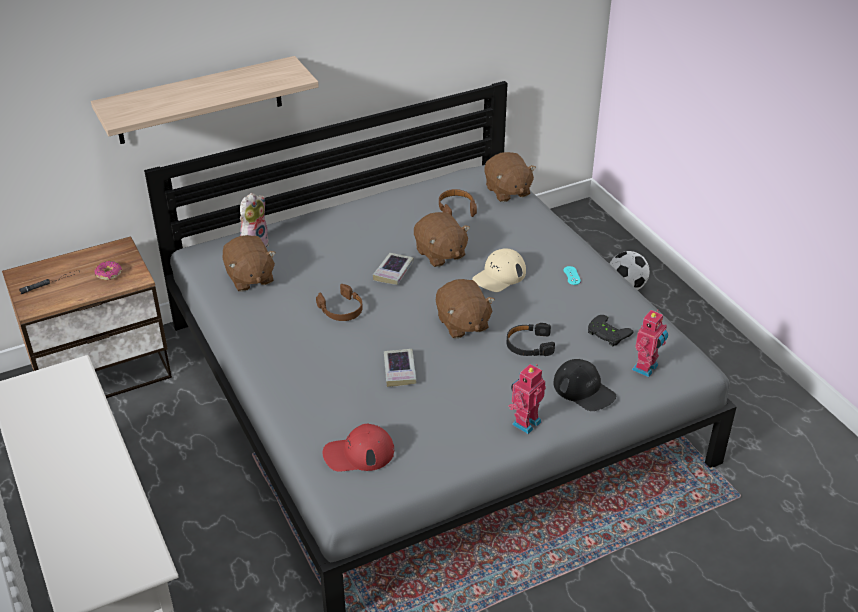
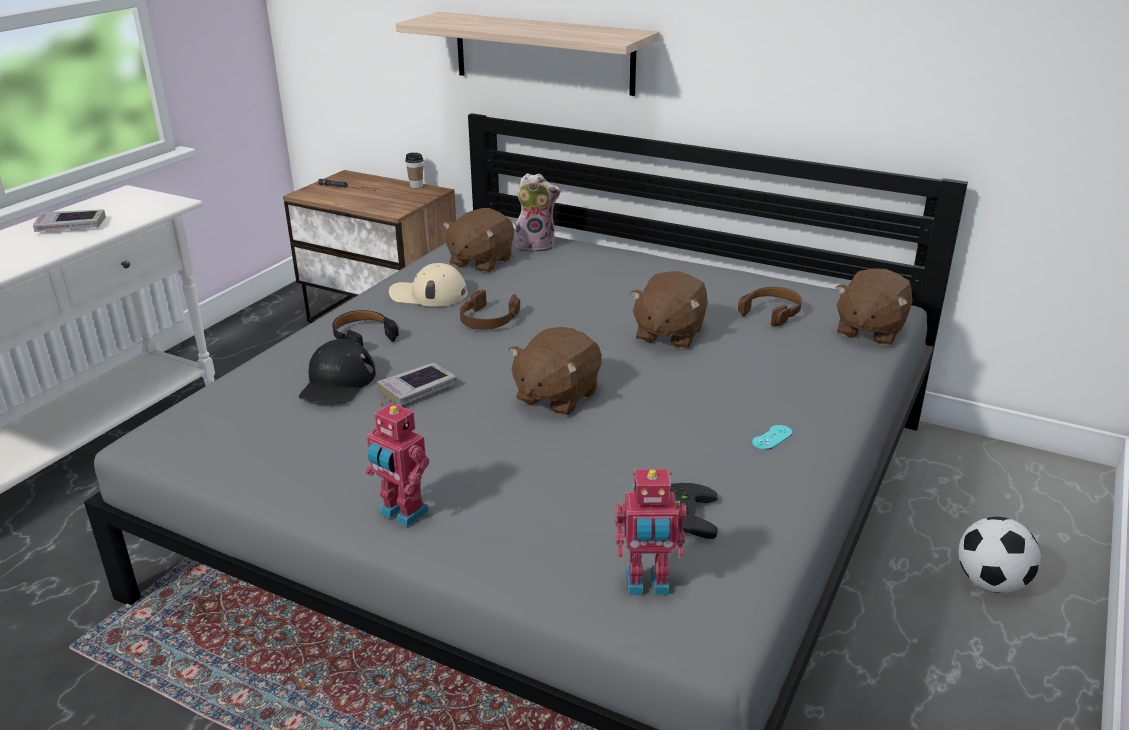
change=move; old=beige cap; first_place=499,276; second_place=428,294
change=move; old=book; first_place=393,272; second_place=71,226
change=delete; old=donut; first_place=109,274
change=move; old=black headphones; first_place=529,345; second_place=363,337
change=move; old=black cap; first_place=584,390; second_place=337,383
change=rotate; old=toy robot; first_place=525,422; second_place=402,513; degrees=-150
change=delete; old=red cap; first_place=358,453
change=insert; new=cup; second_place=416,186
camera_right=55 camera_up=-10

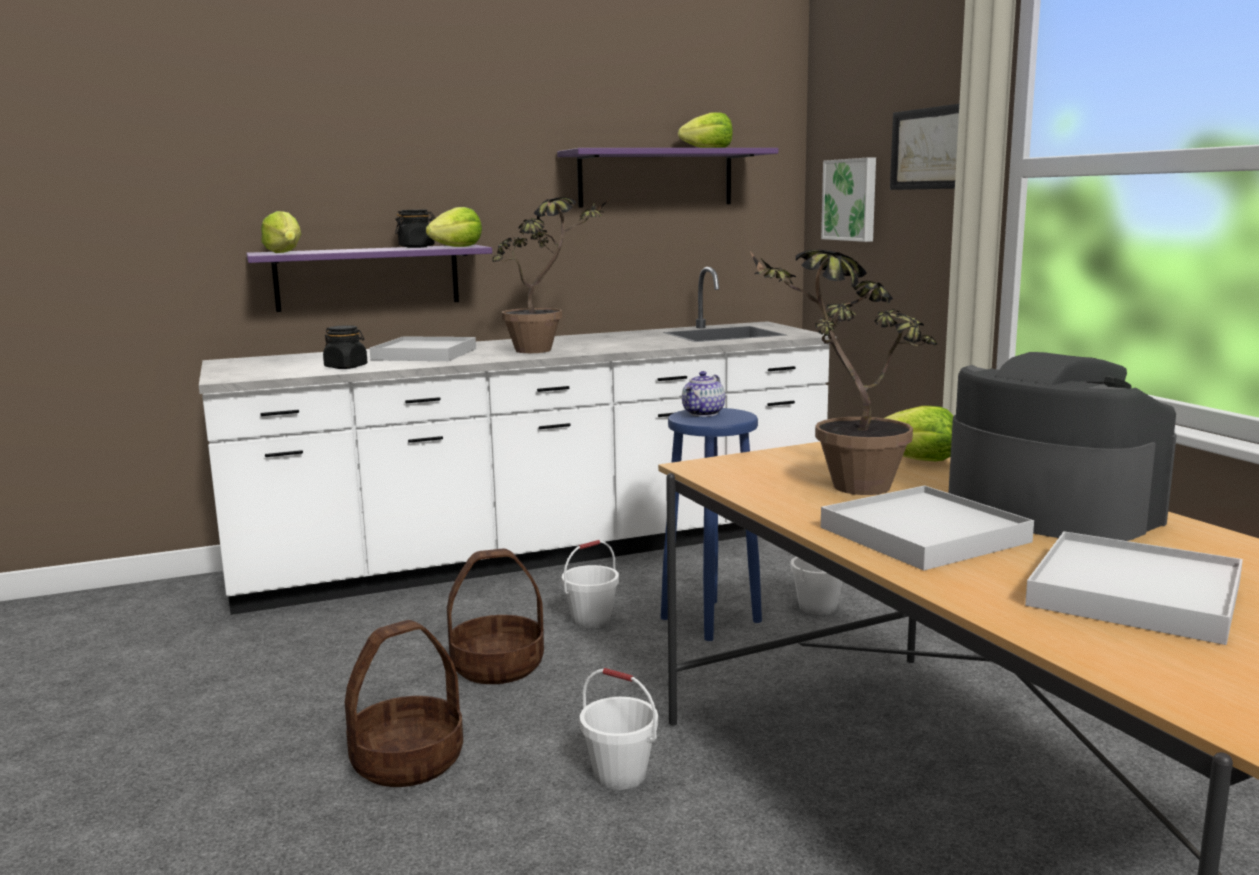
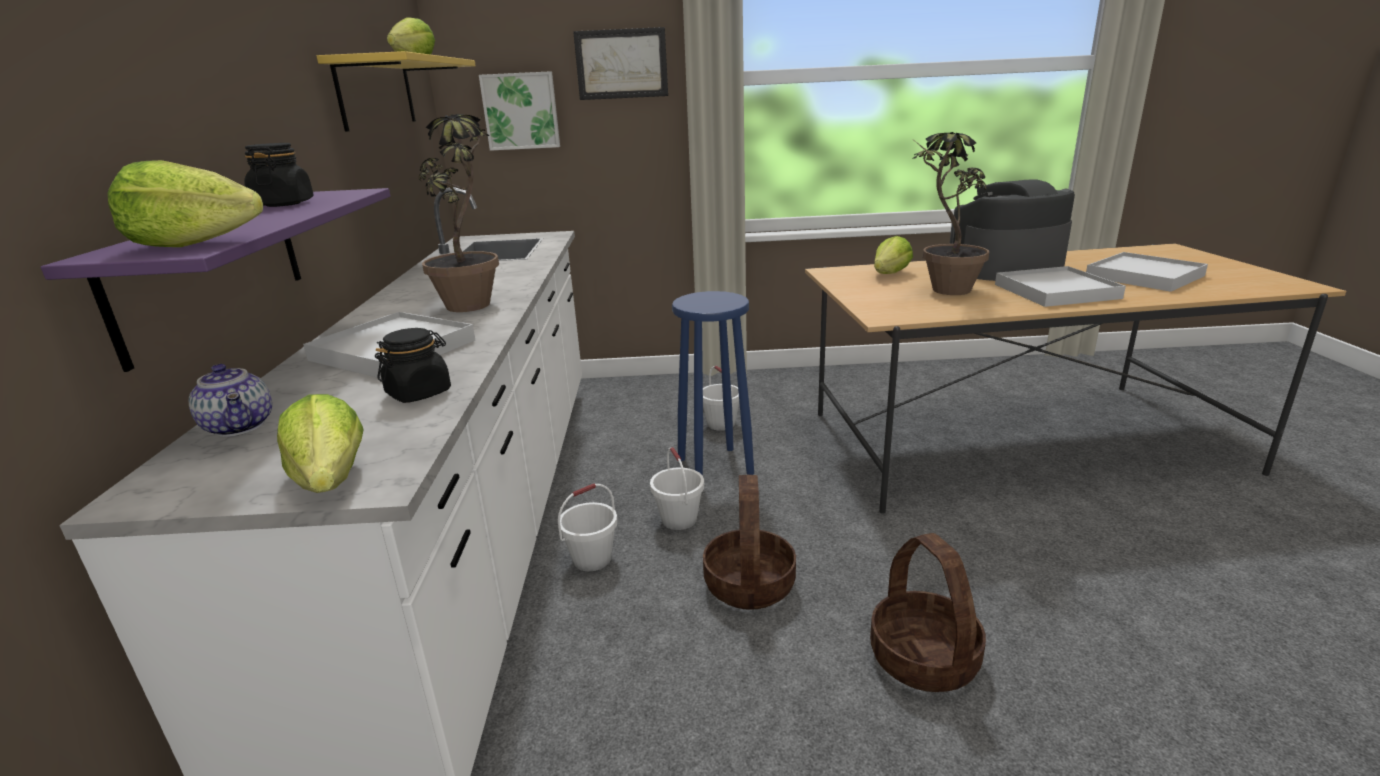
change=recolor; old=purple shelf; new=yellow shelf; first_place=656,178; second_place=377,93
change=move; old=lettuce; first_place=457,247; second_place=331,480
change=move; old=teapot; first_place=704,413; second_place=241,426
change=move; old=white bucket; first_place=620,775; second_place=592,559
camera_right=-70 camera_up=10

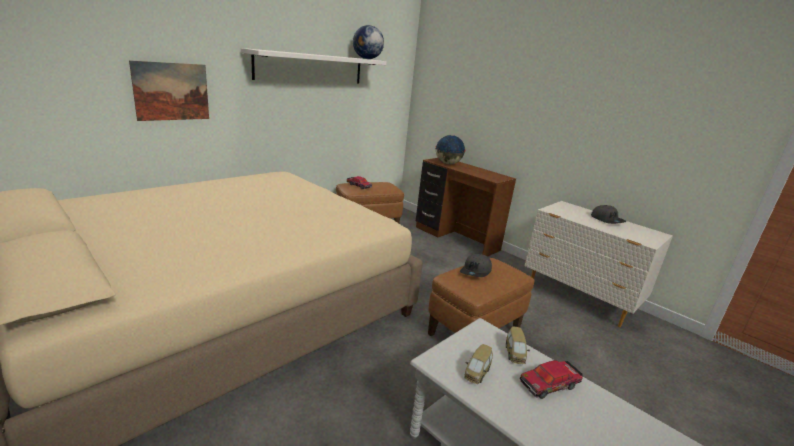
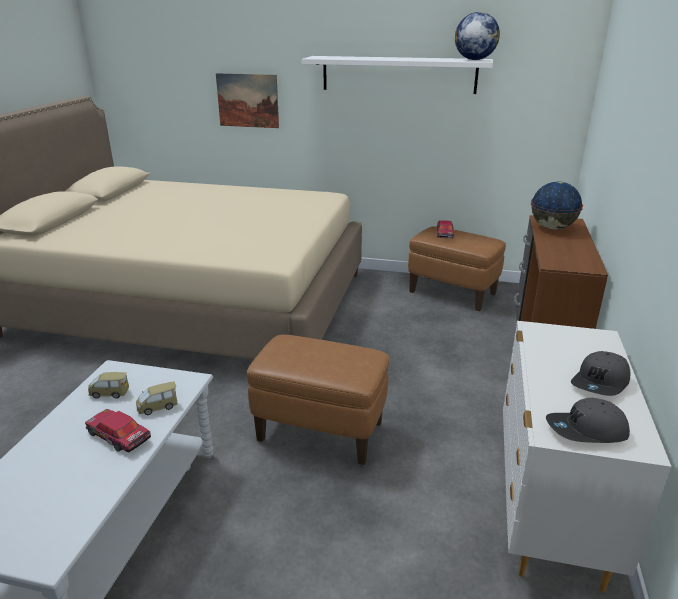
change=move; old=grey cap; first_place=476,272; second_place=586,431
camera_right=60 camera_up=5

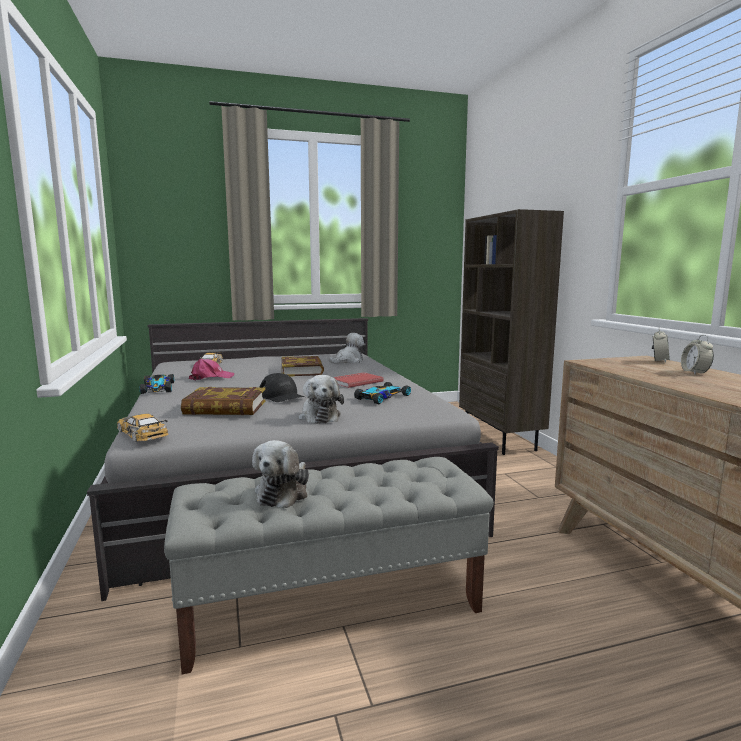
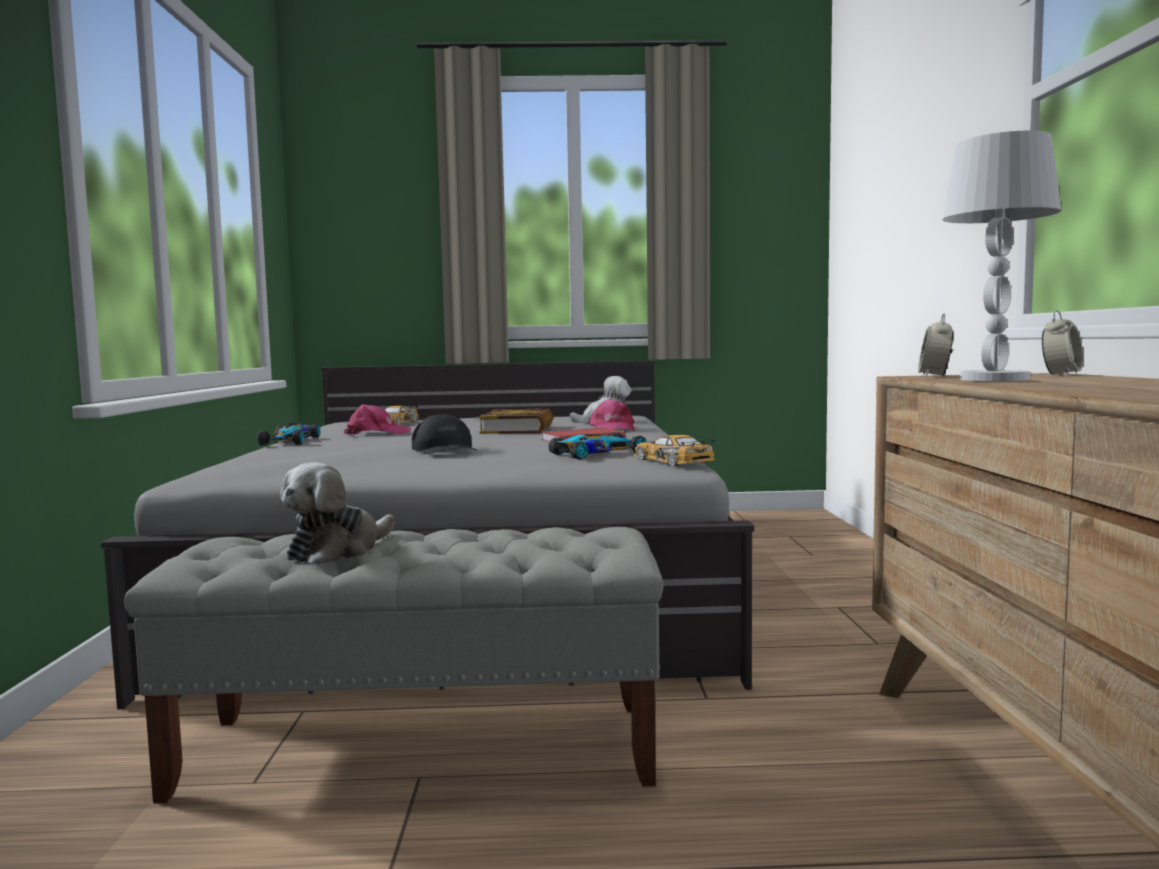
change=delete; old=brown bookcase; first_place=500,440
change=move; old=alarm clock; first_place=695,373; second_place=934,376
change=delete; old=plush toy; first_place=319,416
change=delete; old=book; first_place=225,408
change=move; old=toy car; first_place=141,433; second_place=672,461
change=insert; new=white table lamp; second_place=994,379
change=insert; new=pink cap; second_place=612,429
camera_right=15 camera_up=-5

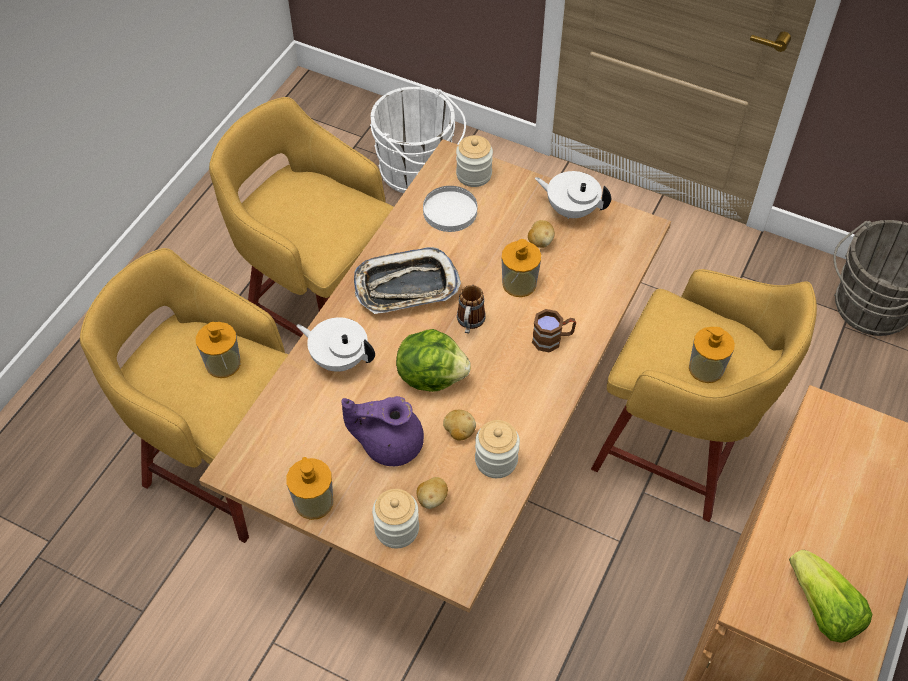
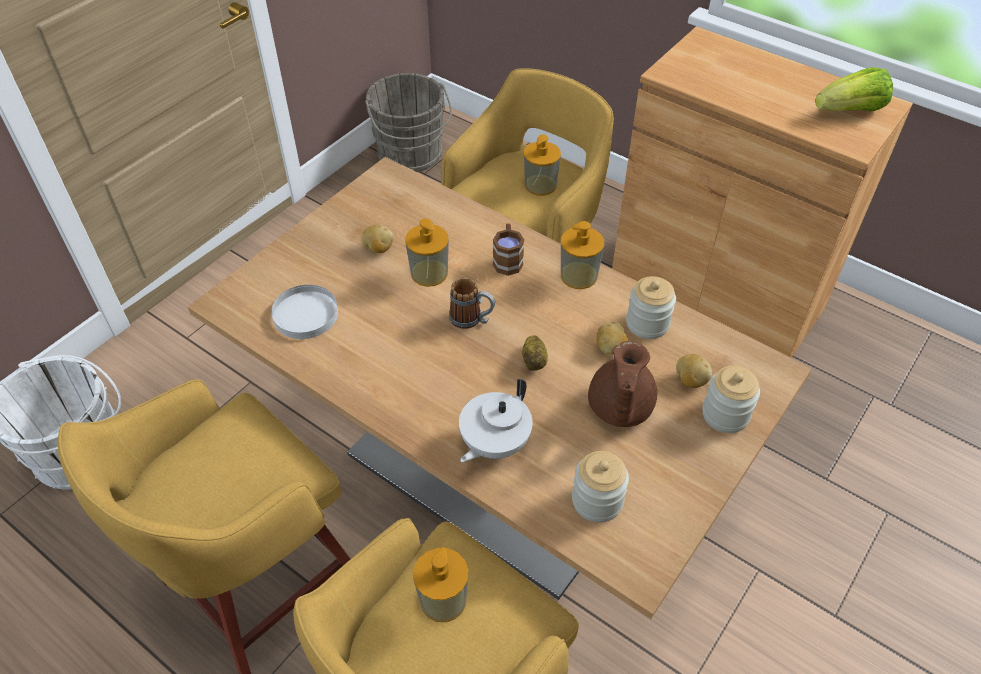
change=move; old=jar; first_place=474,174; second_place=597,500
change=delete; old=white teapot; first_place=571,209
change=delete; old=tray; first_place=406,287
change=replace; old=lettuce; new=potato; first_place=431,375; second_place=534,361
change=recolor; old=purple teapot; new=brown teapot; first_place=389,443; second_place=618,408
change=move; old=soap dispenser; first_place=314,502; second_place=578,275
camera_right=-80 camera_up=-5

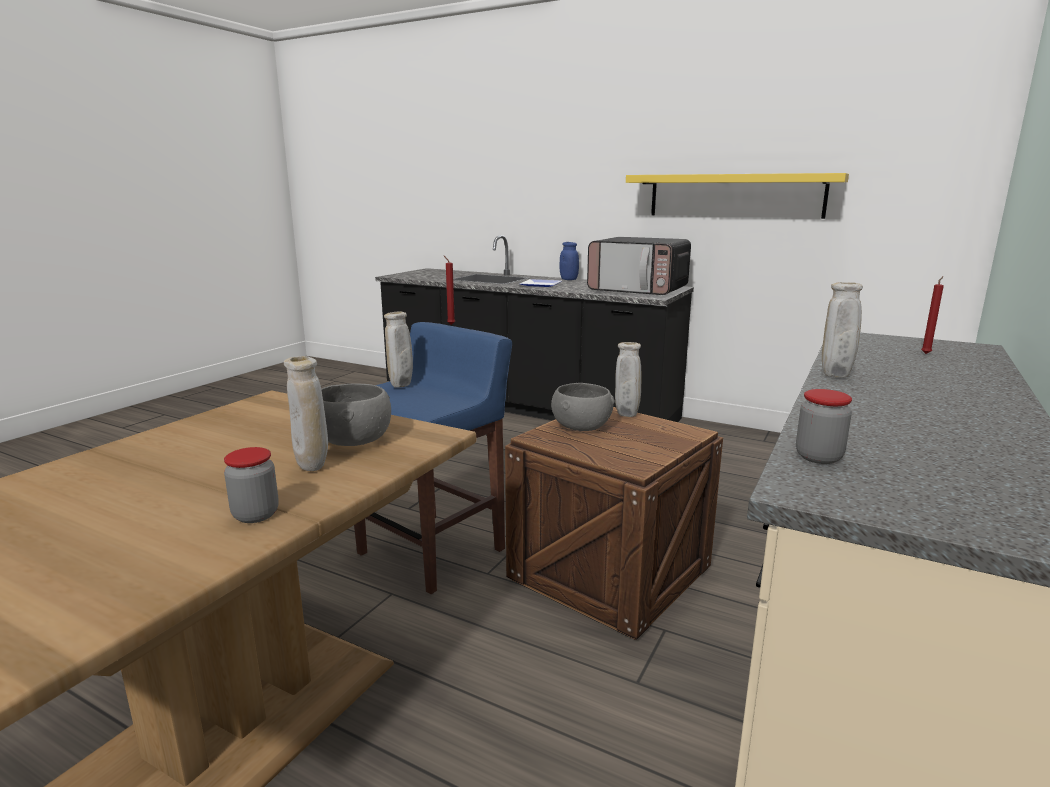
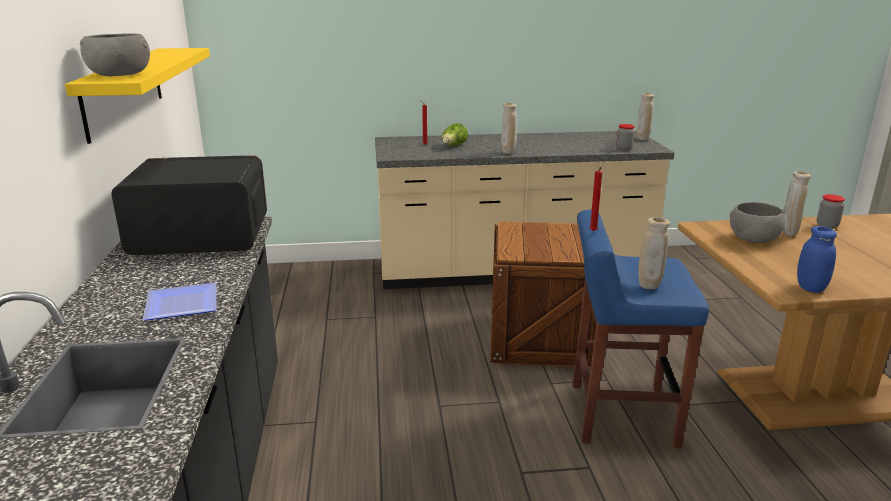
change=rotate; old=microwave; first_place=638,290; second_place=200,238; degrees=-90
change=move; old=blue jar; first_place=569,279; second_place=810,288
change=move; old=beige vase; first_place=626,416; second_place=642,139
change=move; old=grey bowl; first_place=580,426; second_place=120,75
change=insert; new=lettuce; second_place=453,146
camera_right=-125 camera_up=5

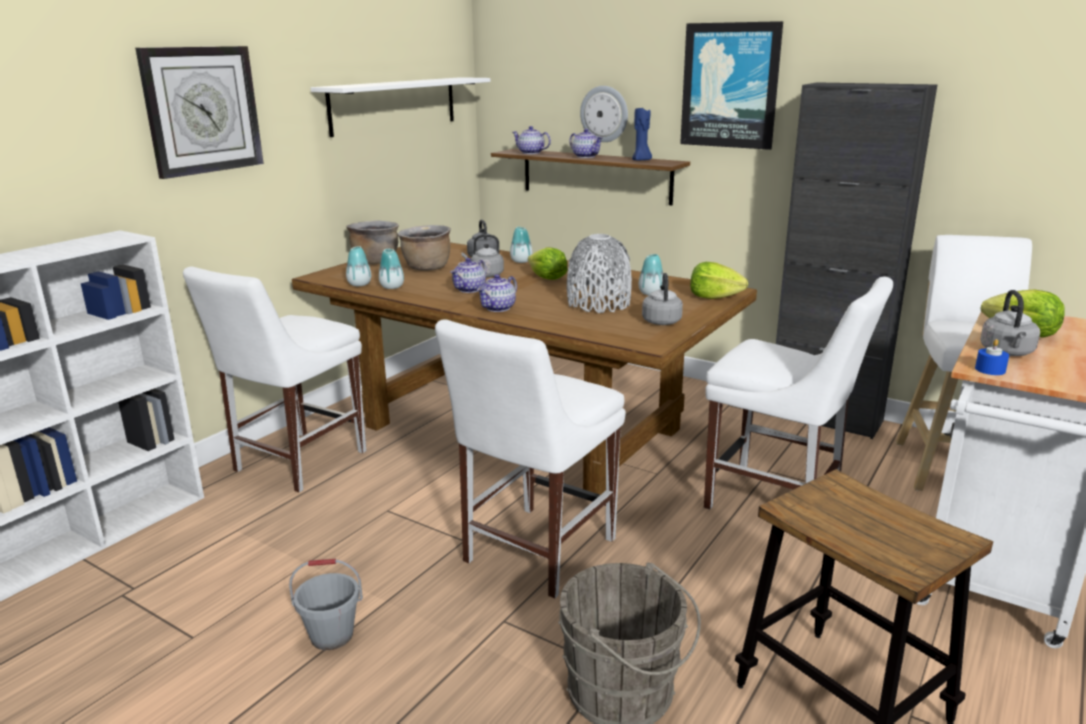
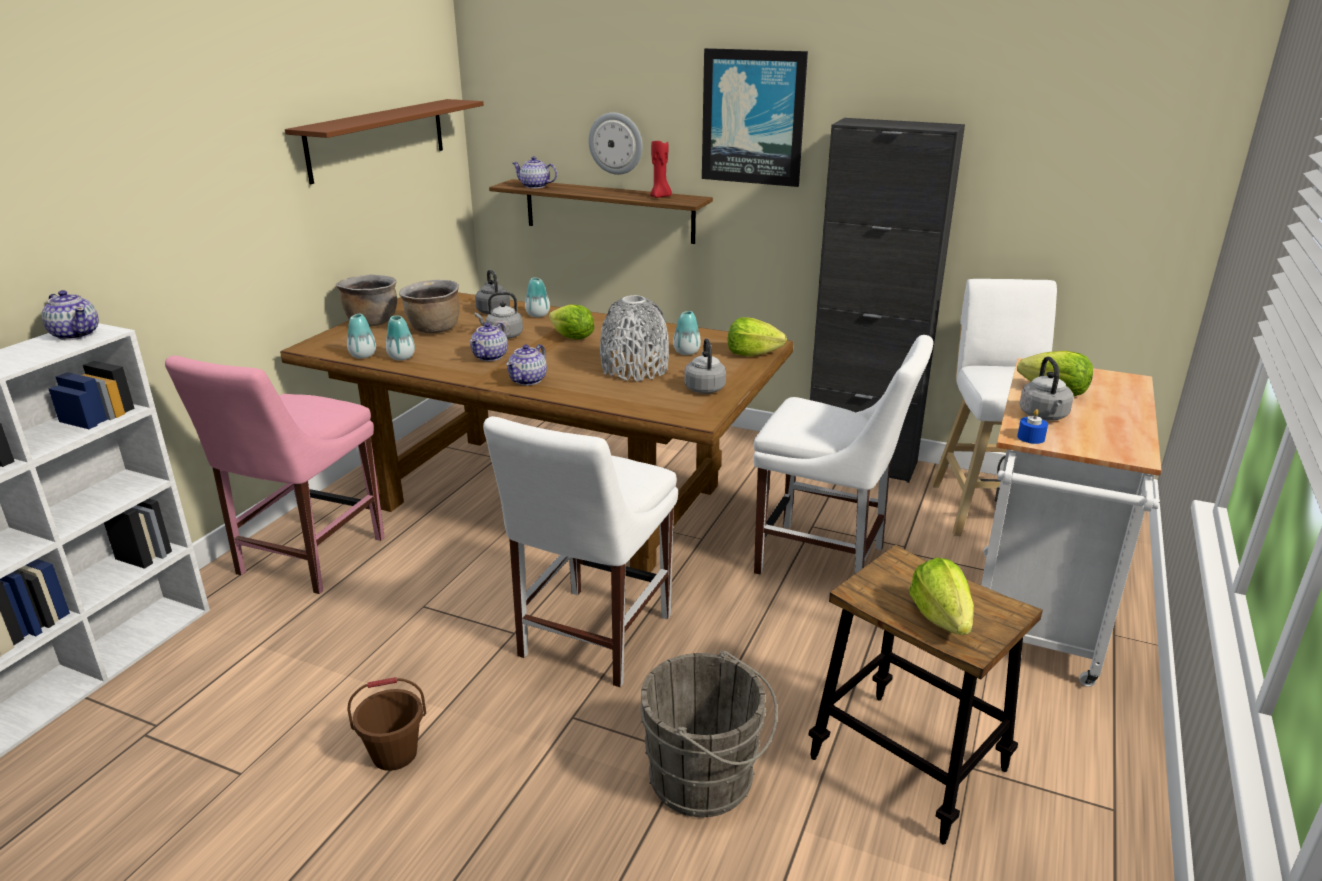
change=delete; old=wall clock; first_place=202,110
change=recolor; old=white shelf; new=brown shelf; first_place=394,105; second_place=378,139
change=recolor; old=blue candle; new=red candle; first_place=641,160; second_place=660,197
change=move; old=teapot; first_place=586,156; second_place=76,334
change=recolor; old=white chair; new=pink chair; first_place=295,463; second_place=306,559
change=recolor; old=grey bucket; new=brown bucket; first_place=332,635; second_place=395,753
change=insert; new=lettuce; second_place=941,618
camera_right=-10 camera_up=5

